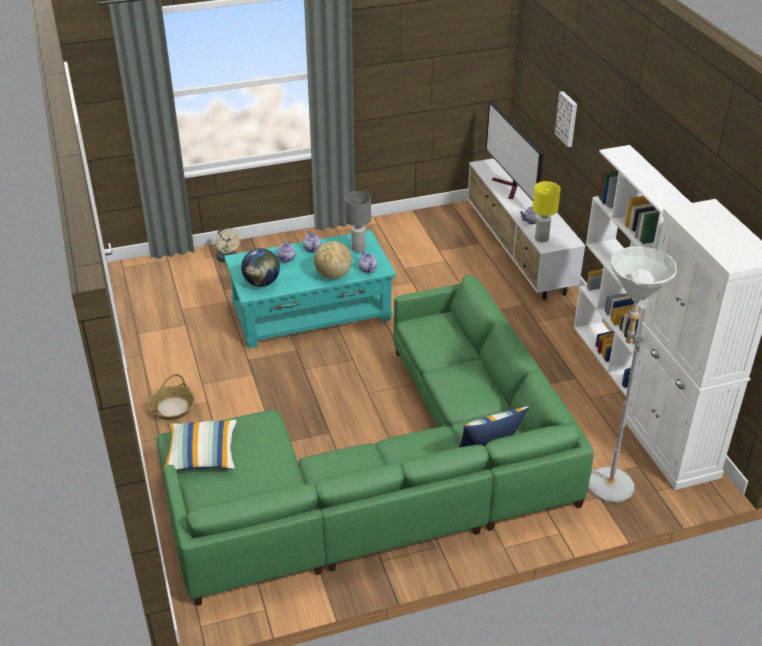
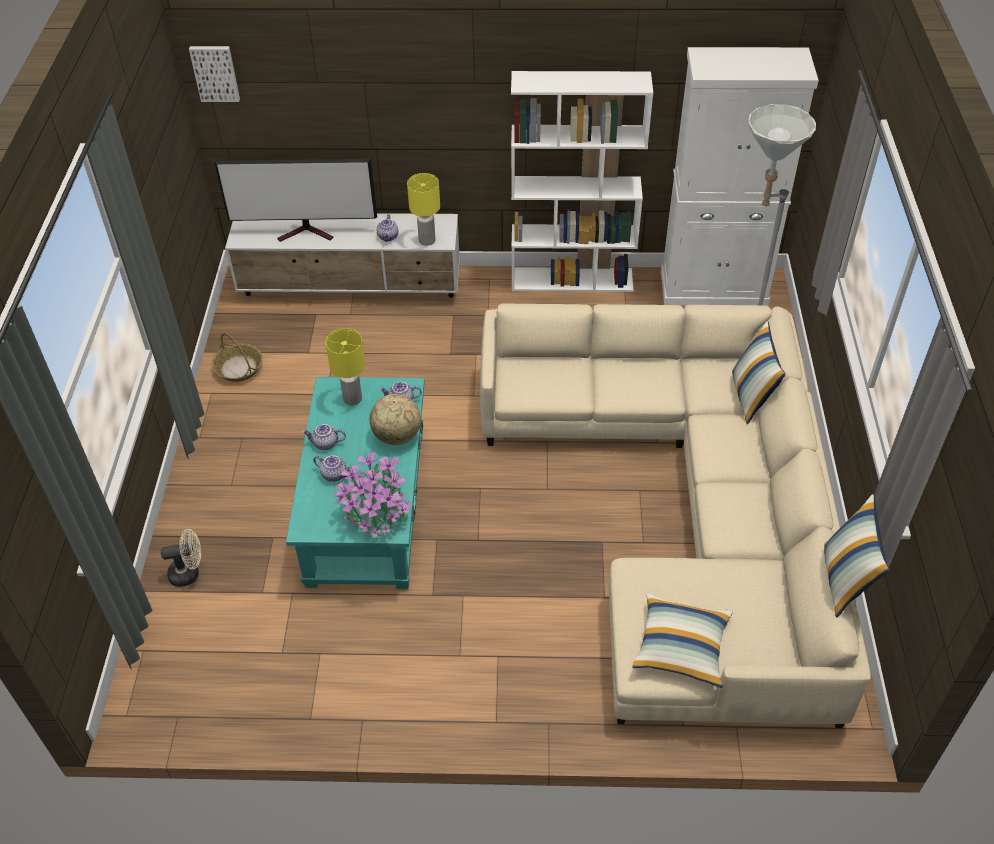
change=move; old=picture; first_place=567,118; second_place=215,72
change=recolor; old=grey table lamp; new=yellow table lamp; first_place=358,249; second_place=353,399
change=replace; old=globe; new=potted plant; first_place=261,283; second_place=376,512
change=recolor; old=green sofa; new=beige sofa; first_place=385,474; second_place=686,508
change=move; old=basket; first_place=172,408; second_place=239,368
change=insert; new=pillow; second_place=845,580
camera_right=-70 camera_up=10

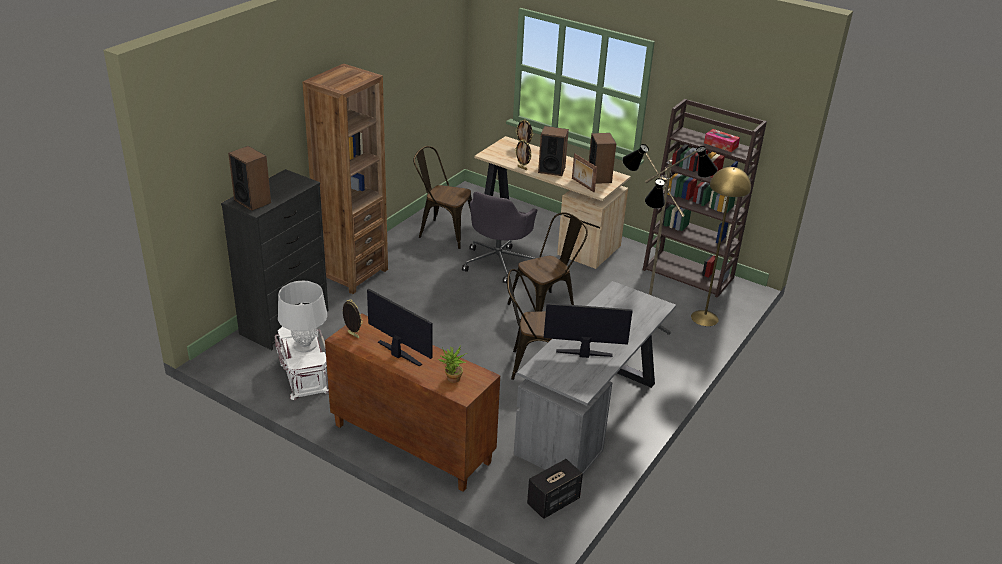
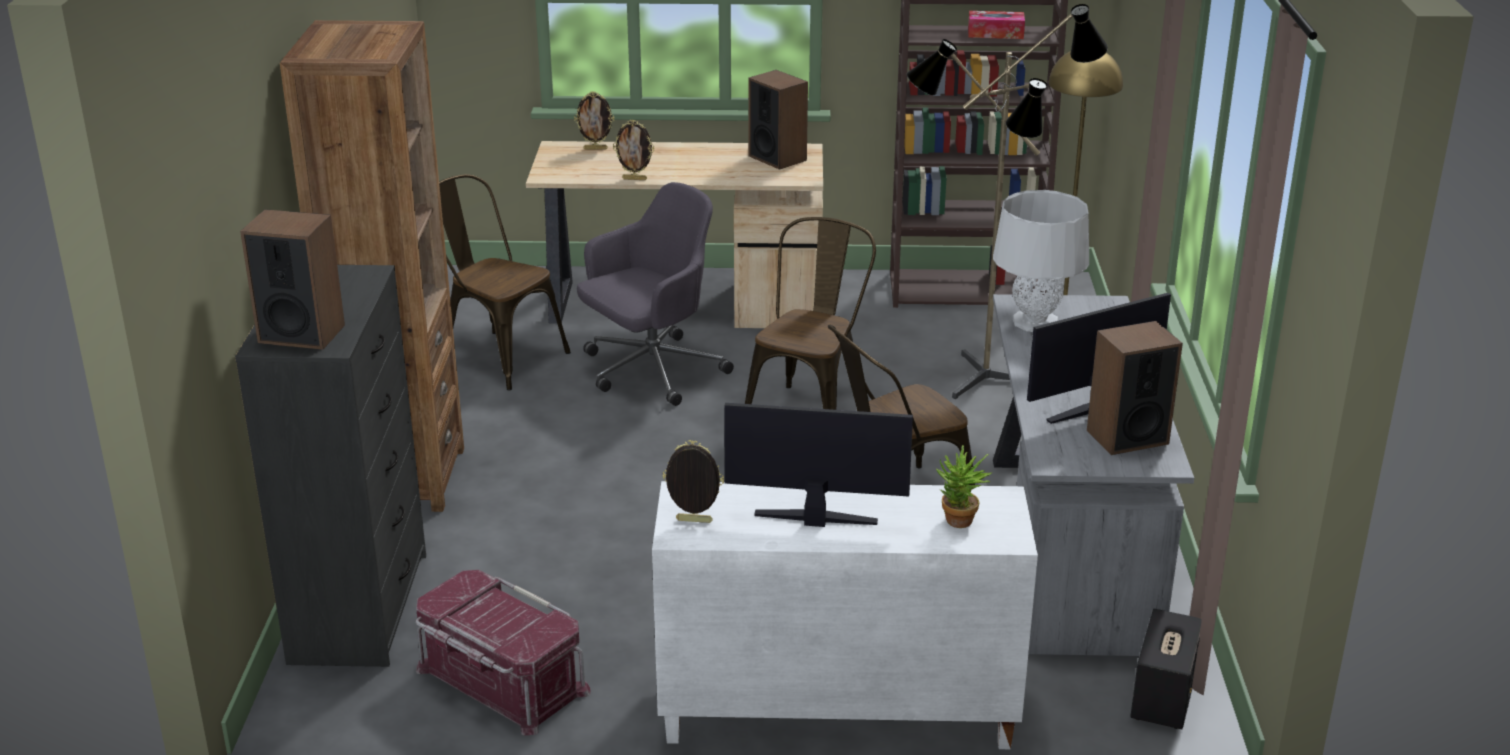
change=move; old=speaker; first_place=551,170; second_place=1127,437
change=rotate; old=brown chair; first_place=442,232; second_place=496,356; degrees=45
change=delete; old=picture frame; first_place=582,185
change=rotate; old=grey office chair; first_place=498,262; second_place=651,371; degrees=-120
change=move; old=grey table lamp; first_place=305,345; second_place=1035,322
change=recolor; old=brown cabinet; new=white cabinet; first_place=410,444; second_place=835,713
change=recolor; old=white storage box; new=red storage box; first_place=303,373; second_place=500,681
camera_right=-30 camera_up=-5

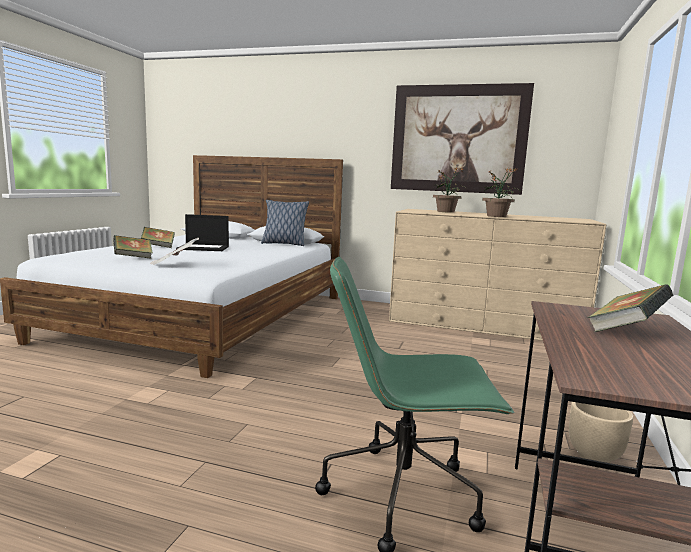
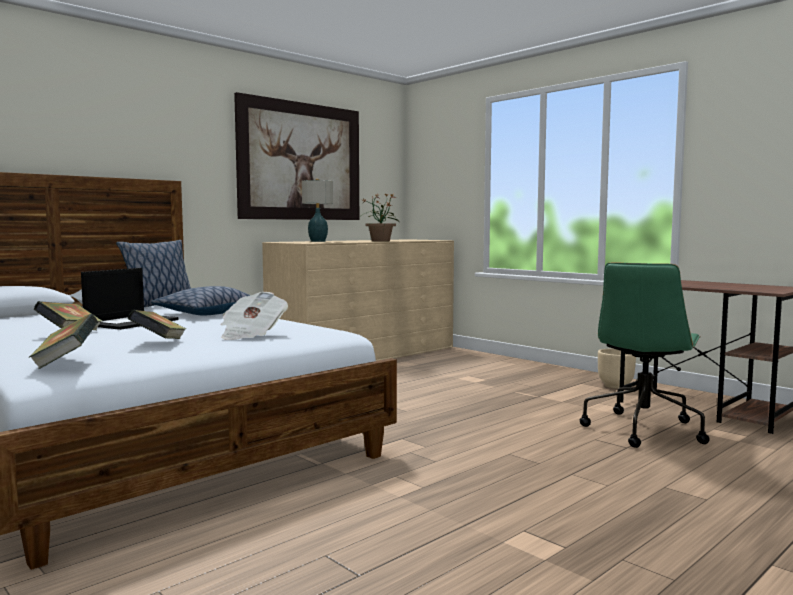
change=replace; old=potted plant; new=table lamp; first_place=446,211; second_place=318,241
change=move; old=book; first_place=626,331; second_place=66,362
change=insert; new=pillow; second_place=205,313
camera_right=-60 camera_up=-5

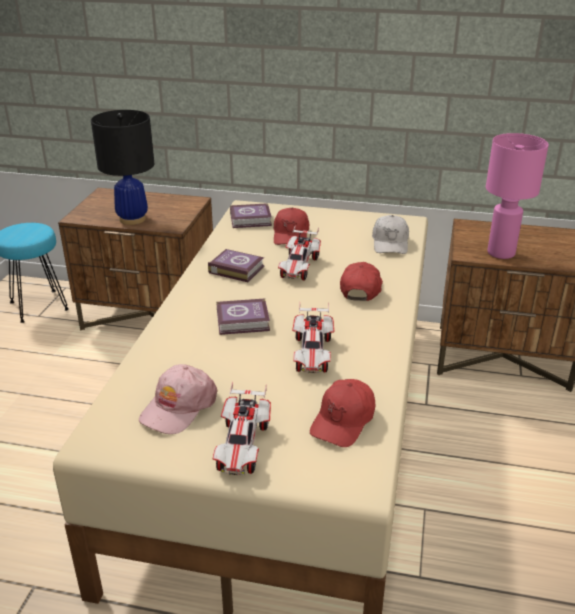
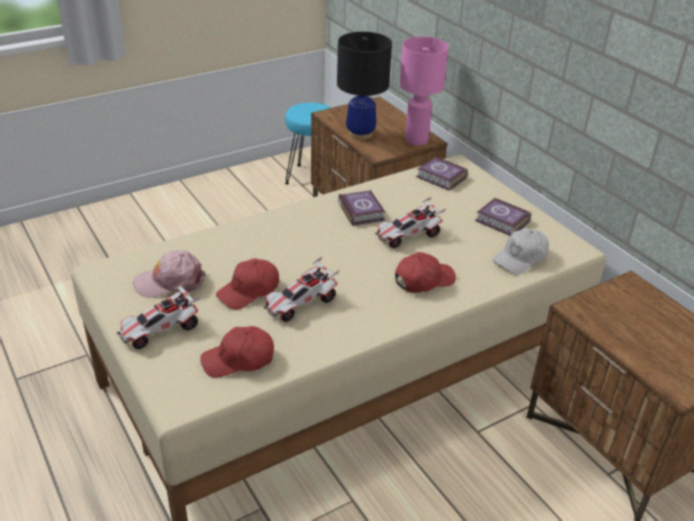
change=move; old=pink table lamp; first_place=500,253; second_place=415,140
change=move; old=red cap; first_place=291,235; second_place=249,291
change=move; old=book; first_place=244,322; second_place=503,222
camera_right=45 camera_up=5

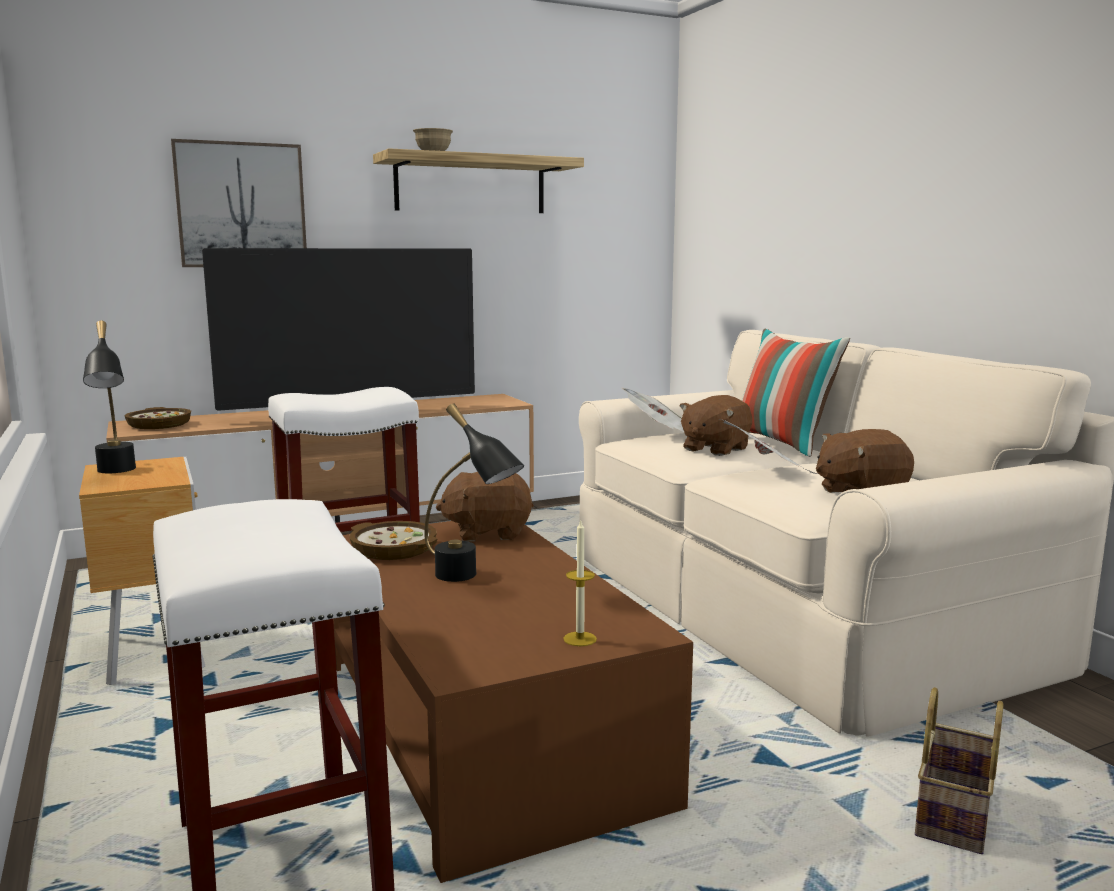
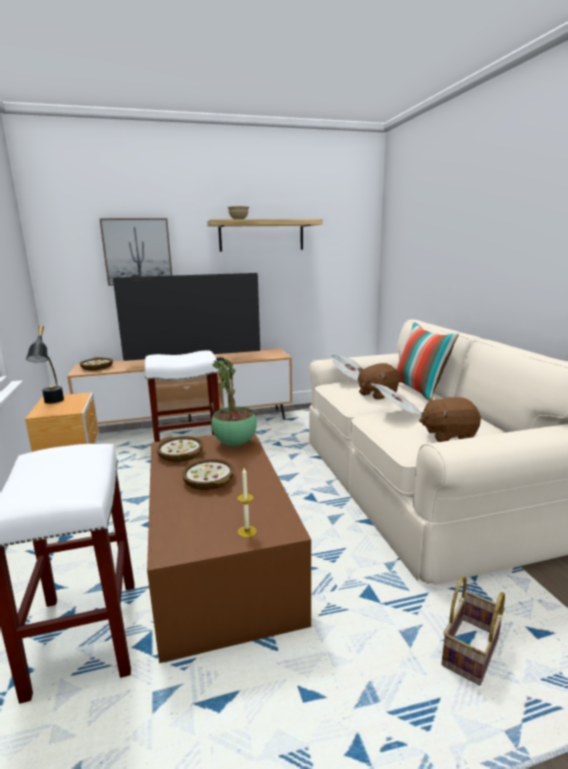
change=replace; old=black table lamp; new=bowl; first_place=470,579; second_place=209,479
change=replace; old=brown plush toy; new=potted plant; first_place=488,533; second_place=235,444
camera_right=10 camera_up=5

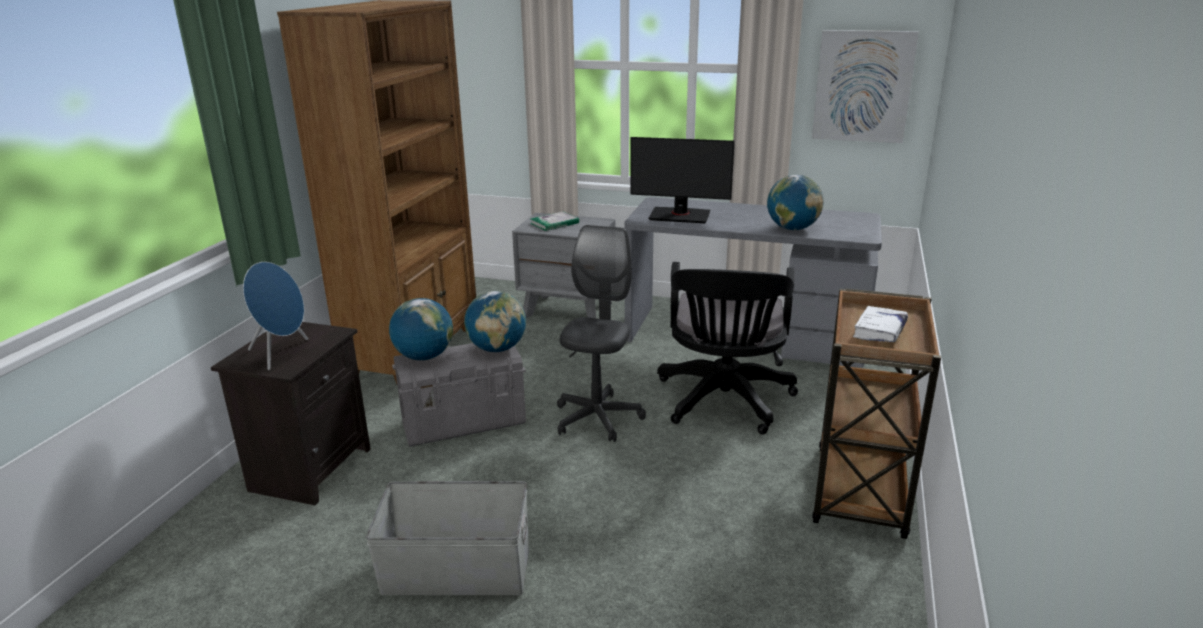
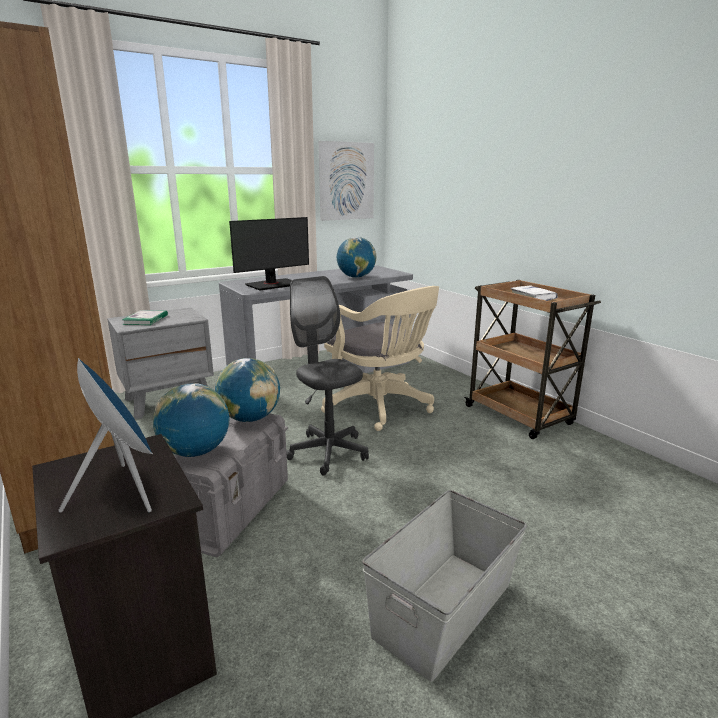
change=recolor; old=black office chair; new=beige office chair; first_place=724,403; second_place=381,407
camera_right=-50 camera_up=-5

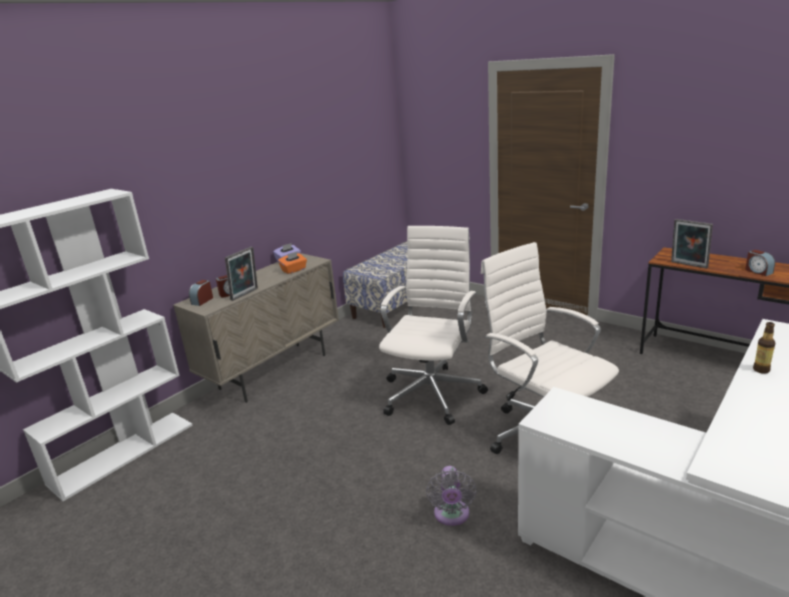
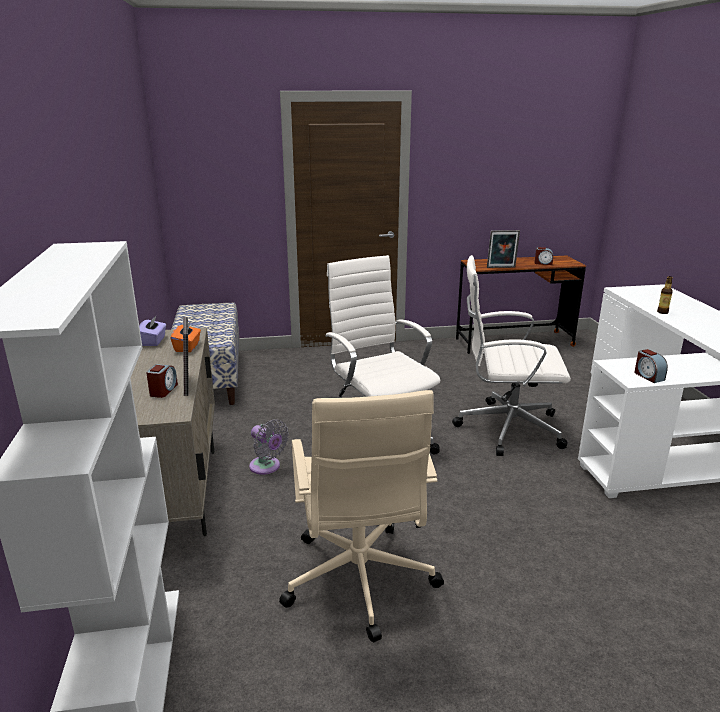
change=move; old=alarm clock; first_place=202,301; second_place=648,376
change=move; old=grey fan; first_place=452,515; second_place=267,467
change=insert; new=beige office chair; second_place=359,582
camera_right=-50 camera_up=0

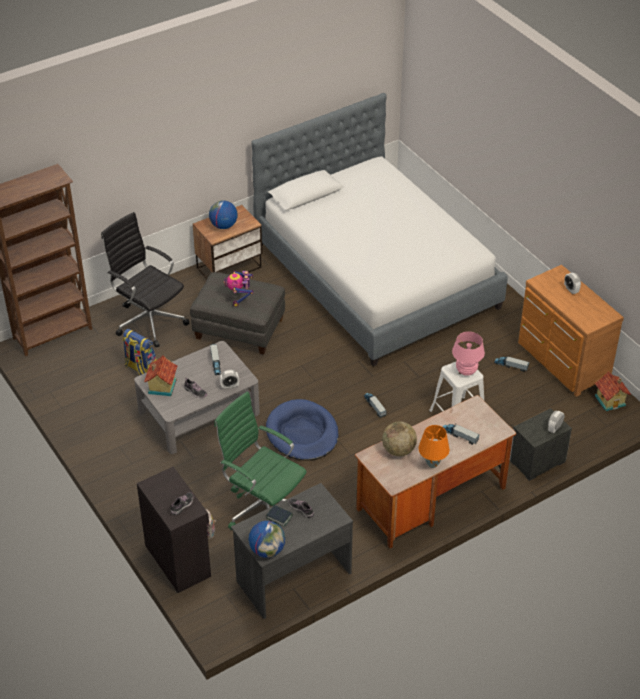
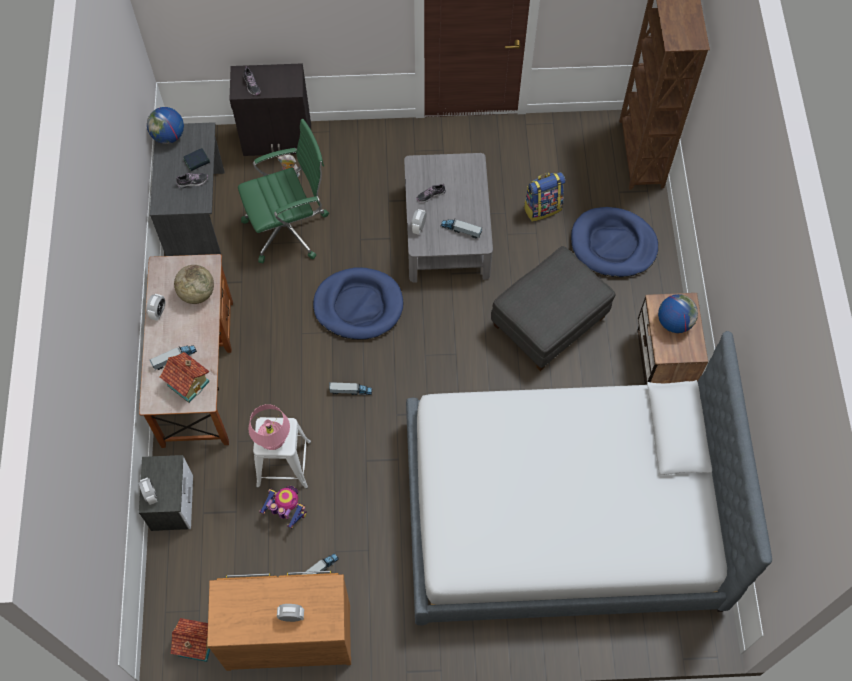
change=replace; old=black office chair; new=blue dog bed; first_place=149,320; second_place=613,245
change=move; old=toy robot; first_place=240,297; second_place=286,512
change=move; old=toy house; first_place=161,386; second_place=189,382
change=replace; old=orange table lamp; new=alarm clock; first_place=432,464; second_place=158,312
camera_right=120 camera_up=20

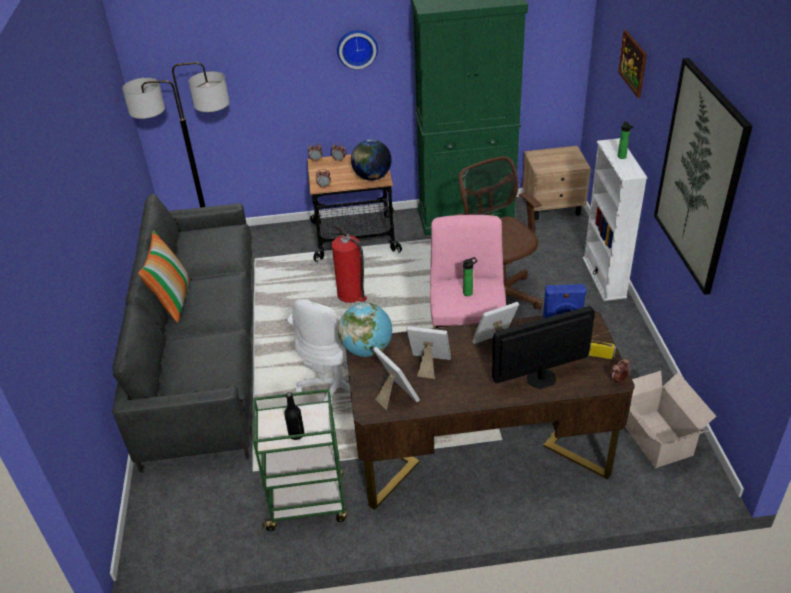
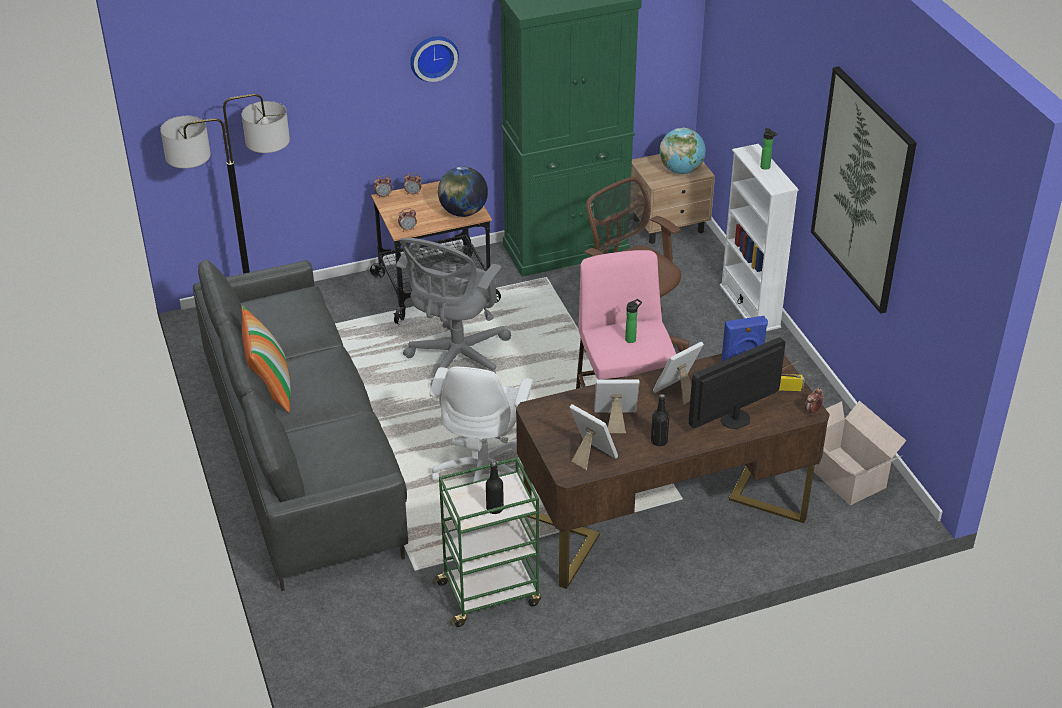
change=delete; old=picture; first_place=633,63
change=replace; old=fire extinguisher; new=grey office chair; first_place=351,295; second_place=456,360
change=move; old=globe; first_place=367,349; second_place=681,170
change=insert; new=black bottle; second_place=659,441
camera_right=-15 camera_up=0

